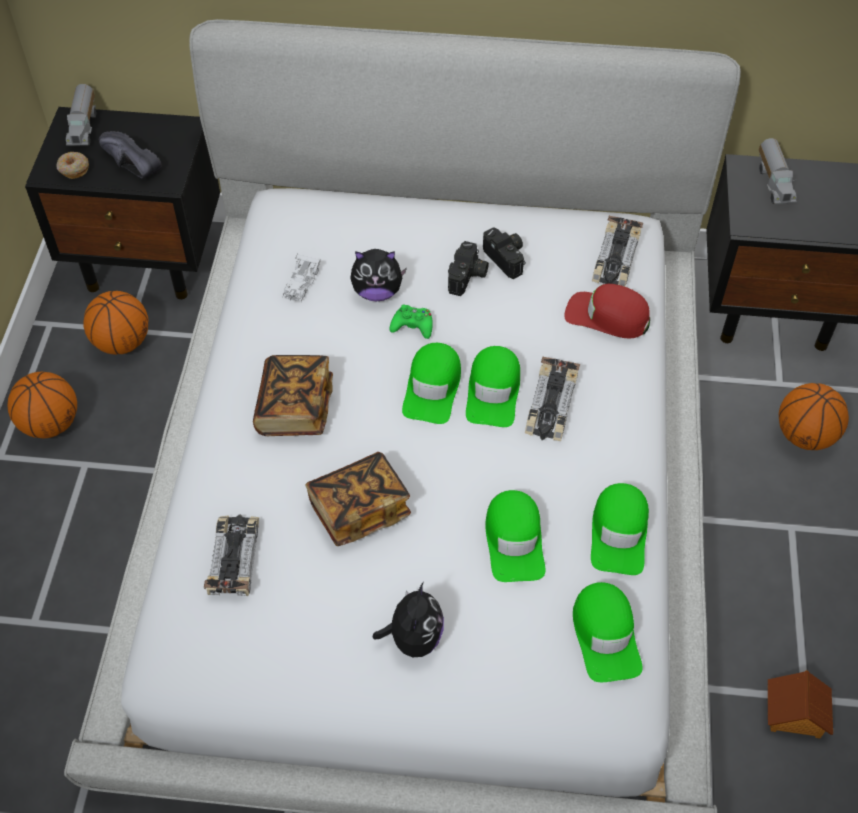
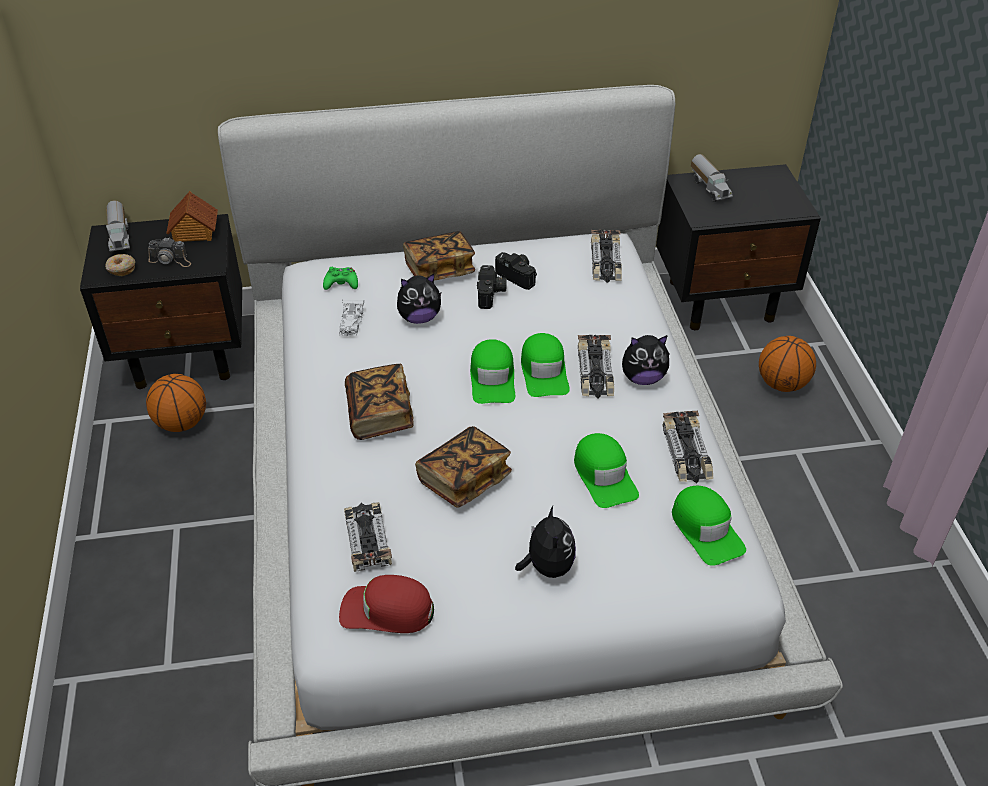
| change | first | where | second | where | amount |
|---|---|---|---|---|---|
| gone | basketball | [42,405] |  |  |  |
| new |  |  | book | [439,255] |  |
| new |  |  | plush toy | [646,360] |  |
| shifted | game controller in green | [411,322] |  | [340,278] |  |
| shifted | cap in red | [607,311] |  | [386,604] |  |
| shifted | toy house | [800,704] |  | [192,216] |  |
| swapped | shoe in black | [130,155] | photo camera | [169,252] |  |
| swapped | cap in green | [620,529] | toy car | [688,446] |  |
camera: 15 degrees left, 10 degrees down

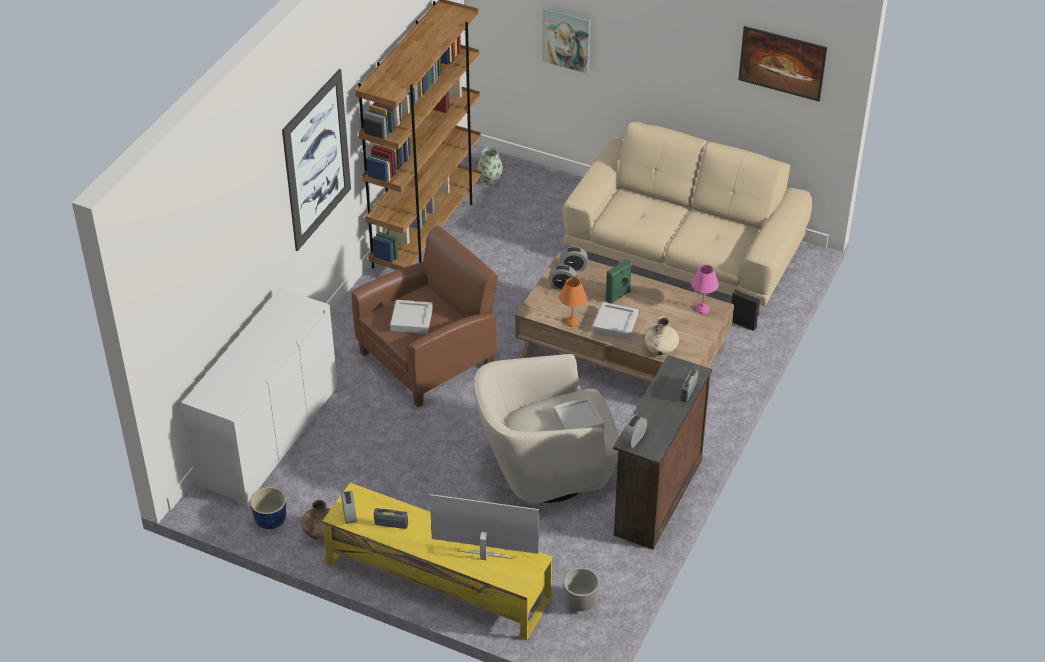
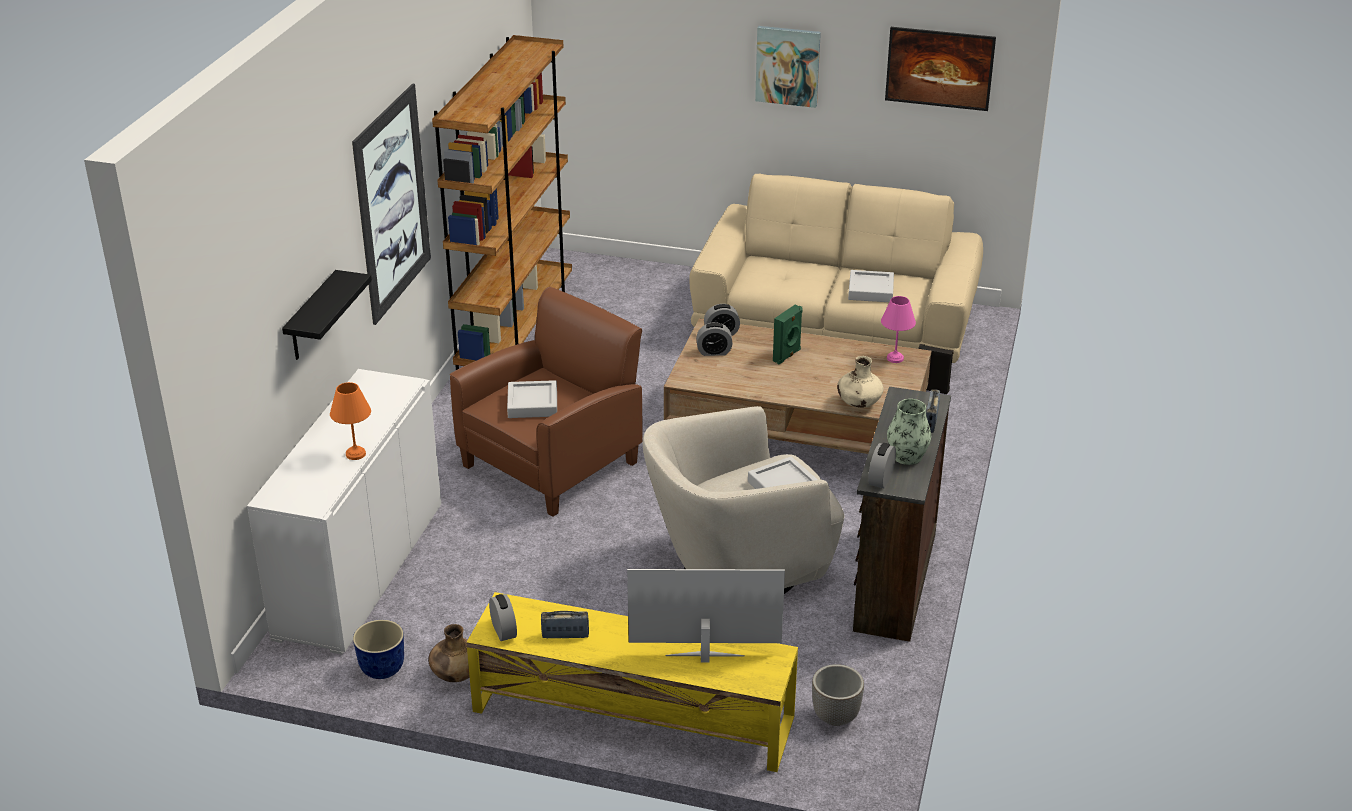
| change | first | where | second | where | amount |
|---|---|---|---|---|---|
| new |  |  | shelf in black | [327,315] |  |
| shifted | vase | [490,166] |  | [909,432] |  |
| shifted | picture | [566,40] |  | [788,67] |  |
| shifted | table lamp in orange | [573,302] |  | [350,421] |  |
| shifted | tray in grey | [615,321] |  | [871,286] |  |
camera: 10 degrees left, 10 degrees down

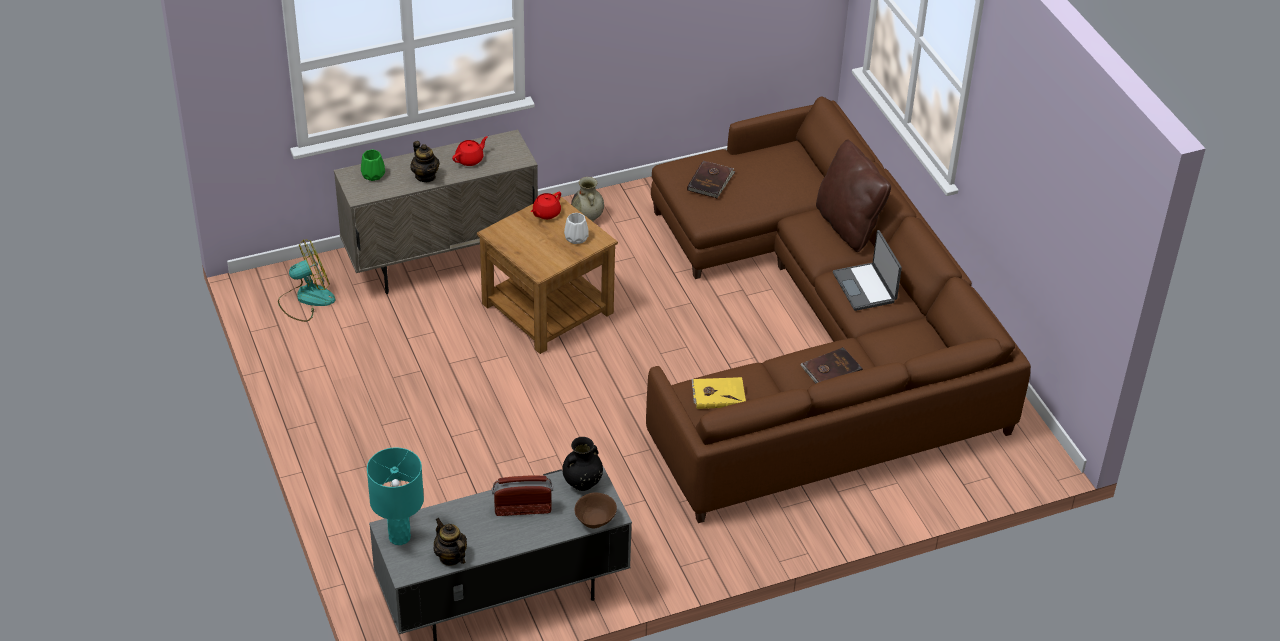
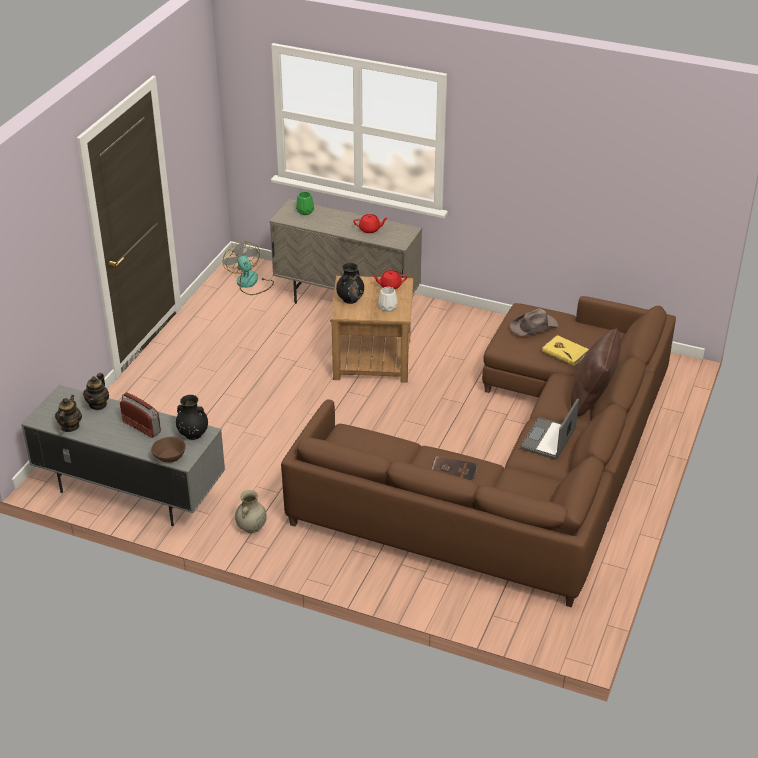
| change | first | where | second | where | amount |
|---|---|---|---|---|---|
| gone | table lamp in turquoise | [395,496] |  |  |  |
| new |  |  | vase in black | [350,283] |  |
| shifted | teapot | [424,161] |  | [96,391] |  |
| shifted | vase in beige | [587,199] |  | [251,511] |  |
| shifted | book in yellow | [719,393] |  | [565,350] |  |
| swapped | book in brown | [711,179] | hat in brown | [534,322] |  |
| rotated | fan | [307,280] |  | [248,268] | 135 degrees counterclockwise |
camera: 45 degrees right, 5 degrees down

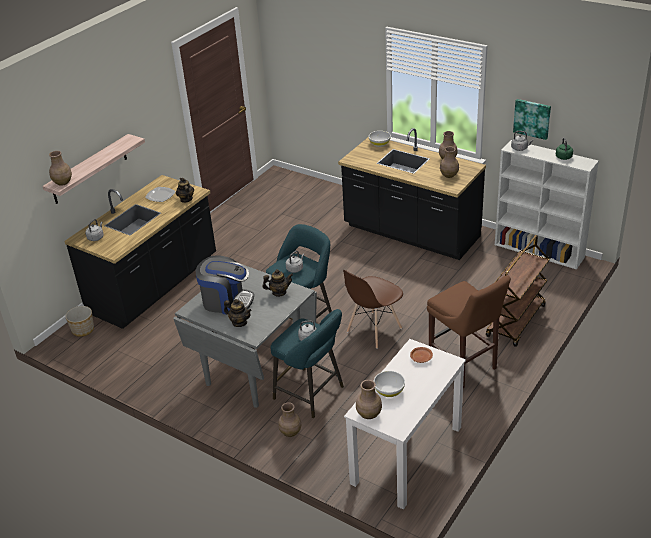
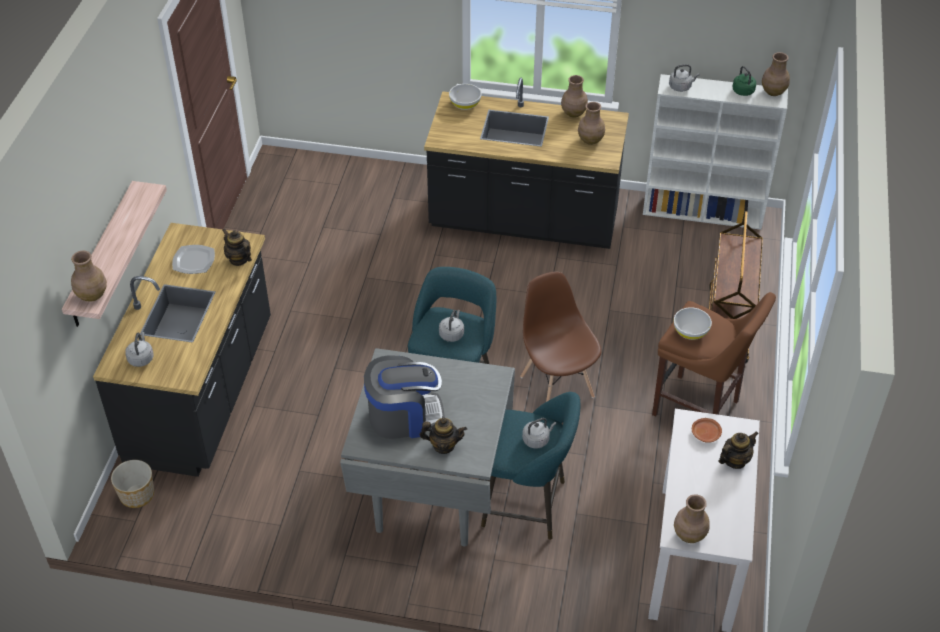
| change | first | where | second | where | amount |
|---|---|---|---|---|---|
| gone | picture | [532,119] |  |  |  |
| shifted | teapot | [277,283] |  | [739,450] |  |
| shifted | vase in brown | [289,419] |  | [776,74] |  |
| shifted | bowl in white | [389,384] |  | [693,323] |  |
| rotated | chair in brown | [373,309] |  | [560,337] | 135 degrees clockwise |
camera: 25 degrees left, 10 degrees up

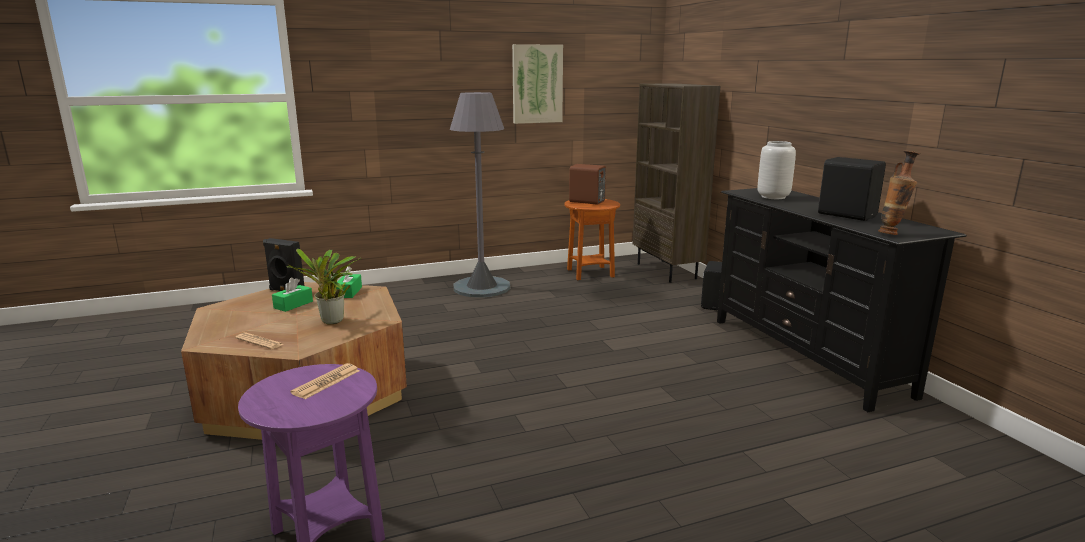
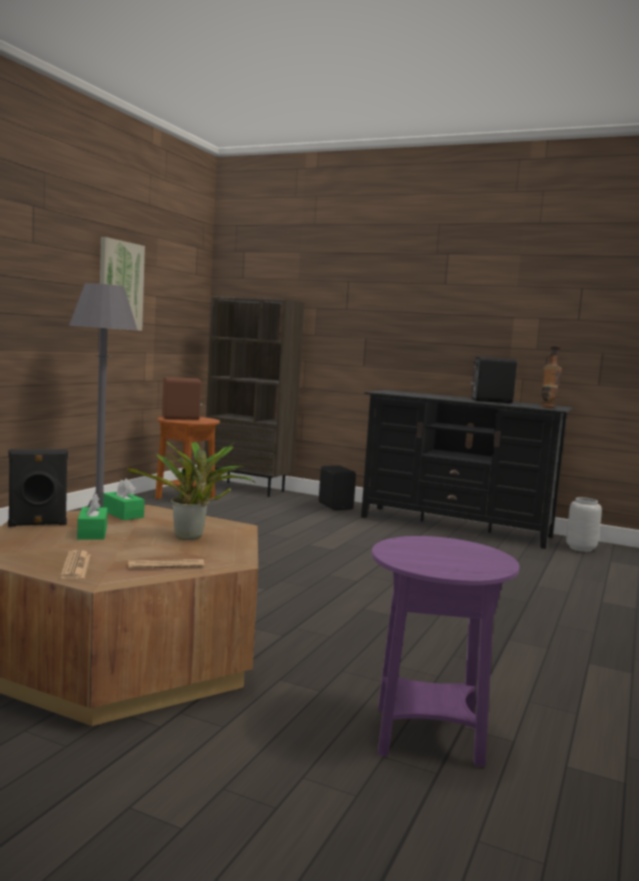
| change | first | where | second | where | amount |
|---|---|---|---|---|---|
| shifted | newspaper | [325,381] |  | [75,564] |  |
| shifted | vase in grey | [777,170] |  | [584,524] |  |
camera: 45 degrees left, 10 degrees down

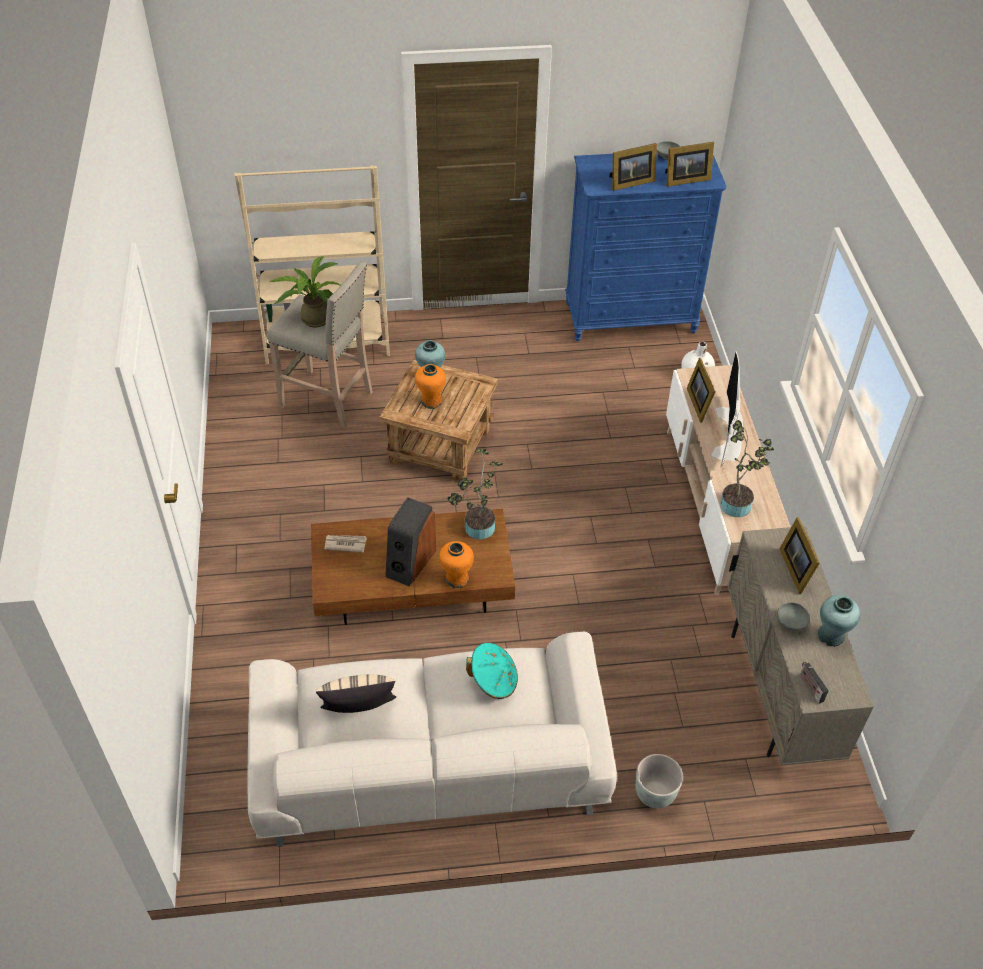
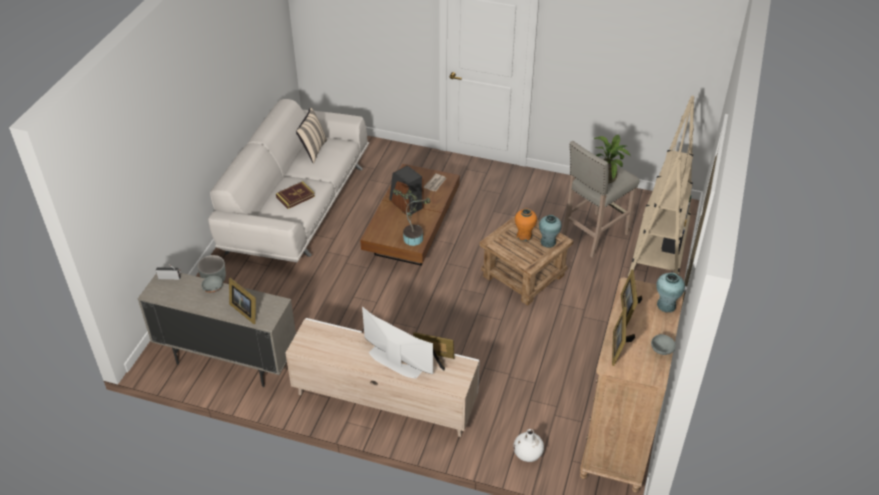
| change | first | where | second | where | amount |
|---|---|---|---|---|---|
| gone | vase in orange | [456,564] |  |  |  |
| gone | potted plant | [747,468] |  |  |  |
| shifted | vase in turquoise | [839,621] |  | [670,292] |  |
| swapped | hat in turquoise | [492,671] | book | [295,195] |  |
| repainted | dresser in blue | [645,247] | dresser in brown | [632,385] |  |
| rotated | picture frame | [799,555] |  | [242,301] | 150 degrees counterclockwise |
camera: 115 degrees right, 5 degrees down

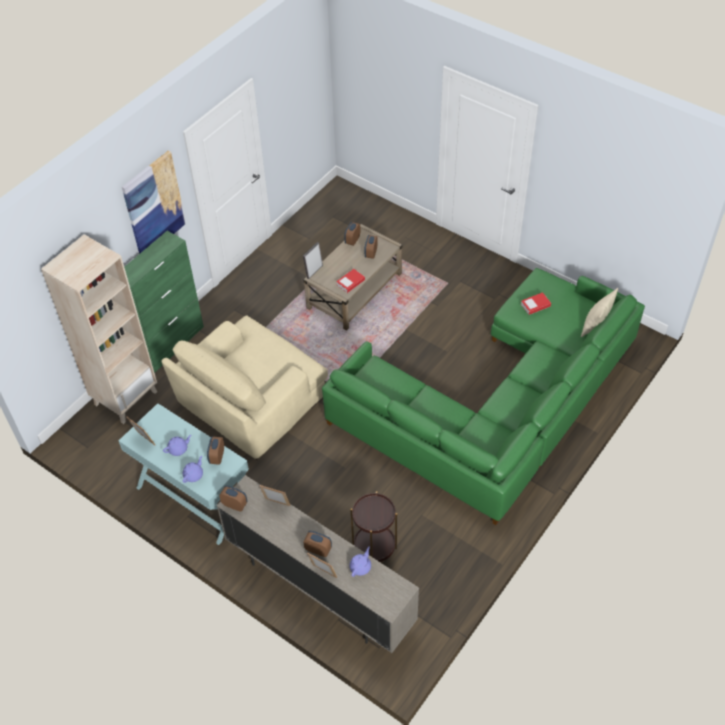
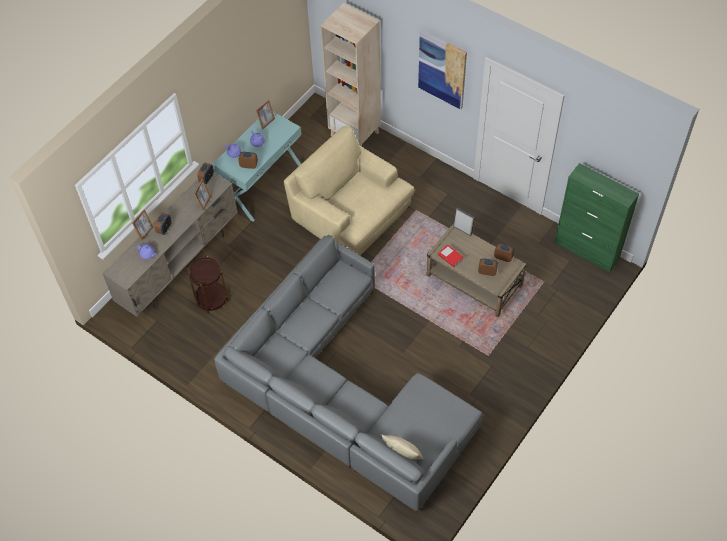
| change | first | where | second | where | amount |
|---|---|---|---|---|---|
| gone | book | [536,303] |  |  |  |
| shifted | cabinet in green | [164,302] |  | [597,218] |  |
| repainted | sofa in green | [483,396] | sofa in grey | [348,373] |  |
camera: 90 degrees right, 5 degrees up

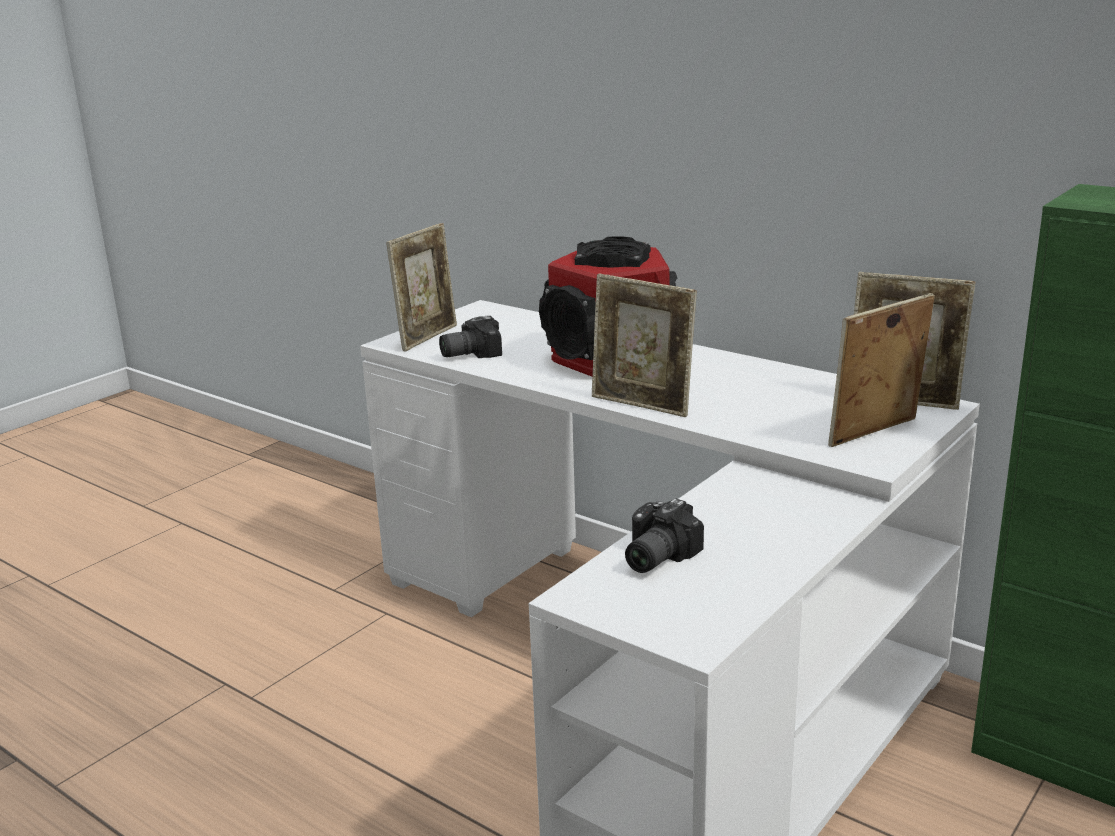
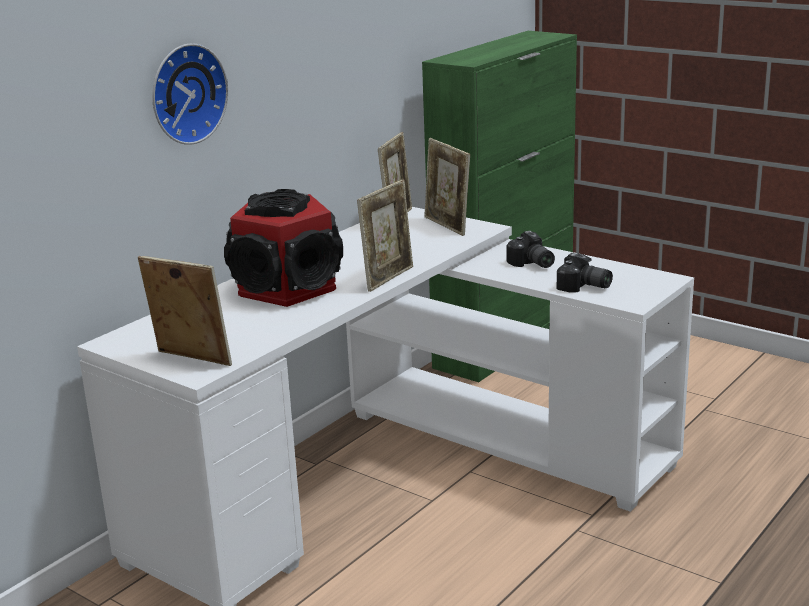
| change | first | where | second | where | amount |
|---|---|---|---|---|---|
| new |  |  | wall clock | [190,94] |  |
| shifted | photo camera | [470,336] |  | [530,249] |  |
camera: 90 degrees left, 0 degrees up

